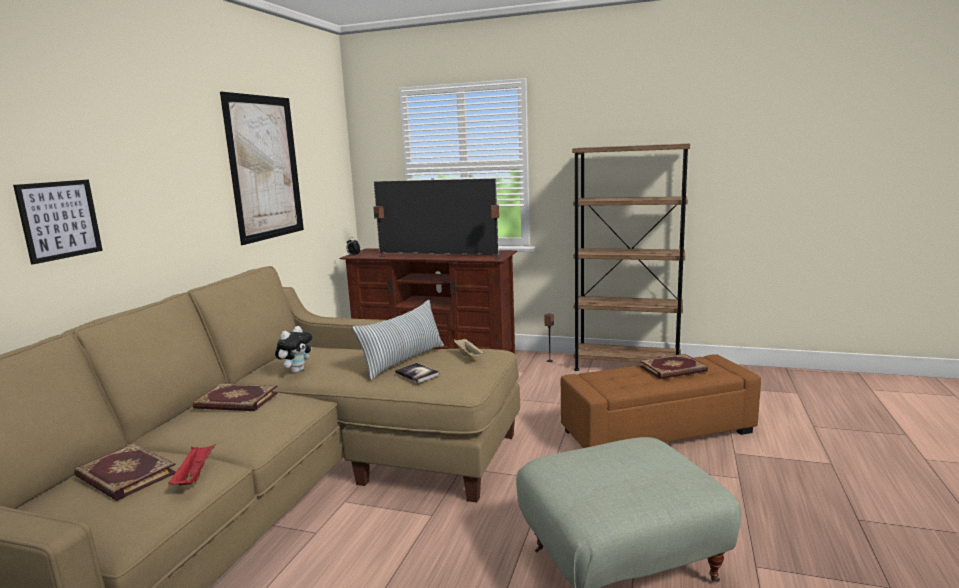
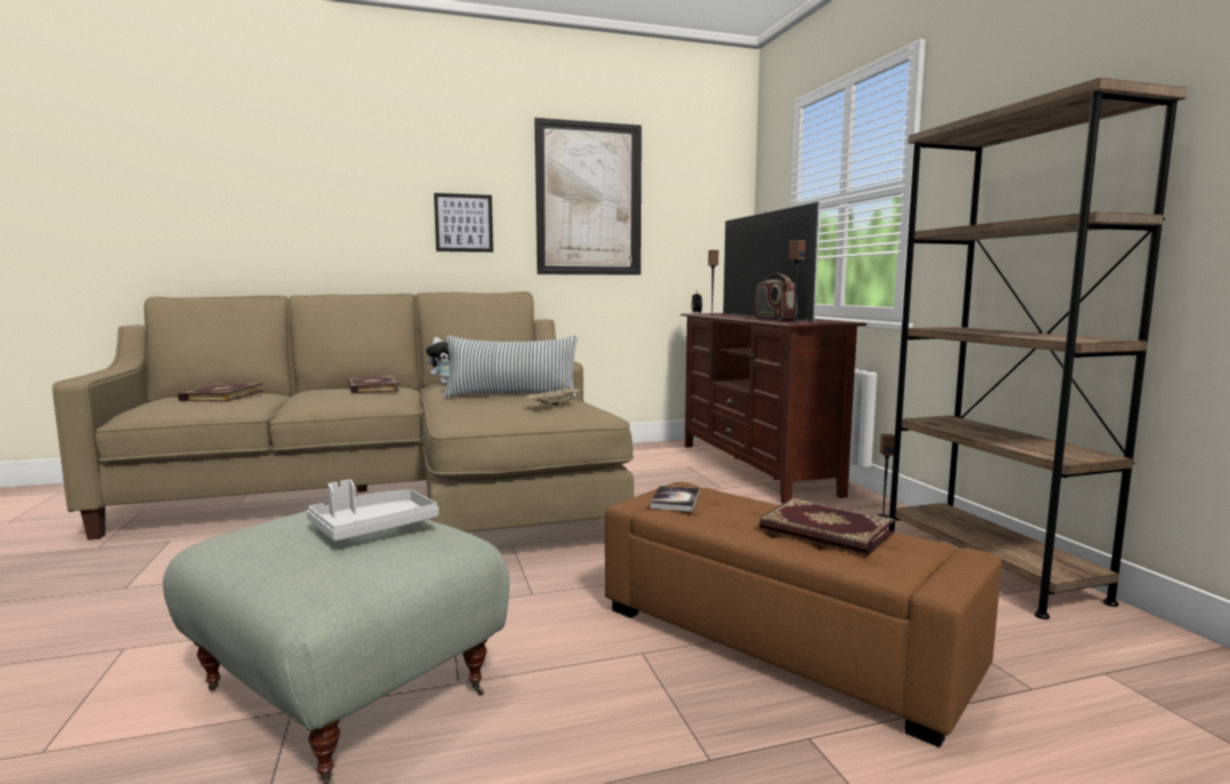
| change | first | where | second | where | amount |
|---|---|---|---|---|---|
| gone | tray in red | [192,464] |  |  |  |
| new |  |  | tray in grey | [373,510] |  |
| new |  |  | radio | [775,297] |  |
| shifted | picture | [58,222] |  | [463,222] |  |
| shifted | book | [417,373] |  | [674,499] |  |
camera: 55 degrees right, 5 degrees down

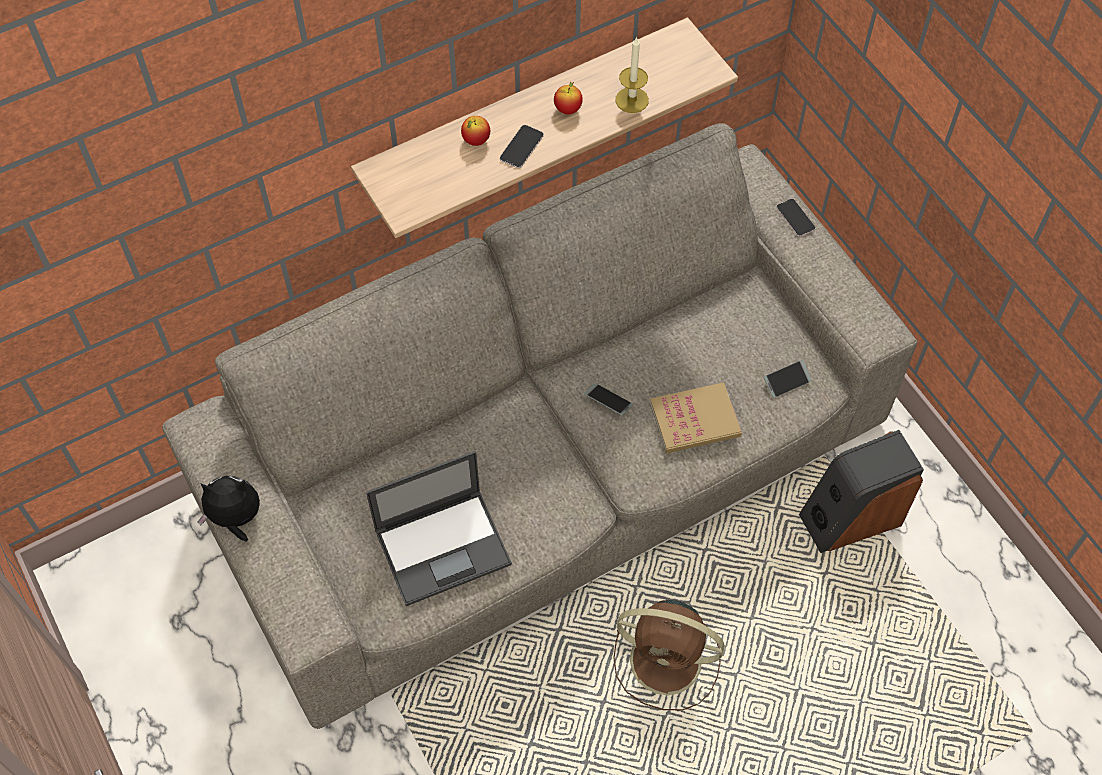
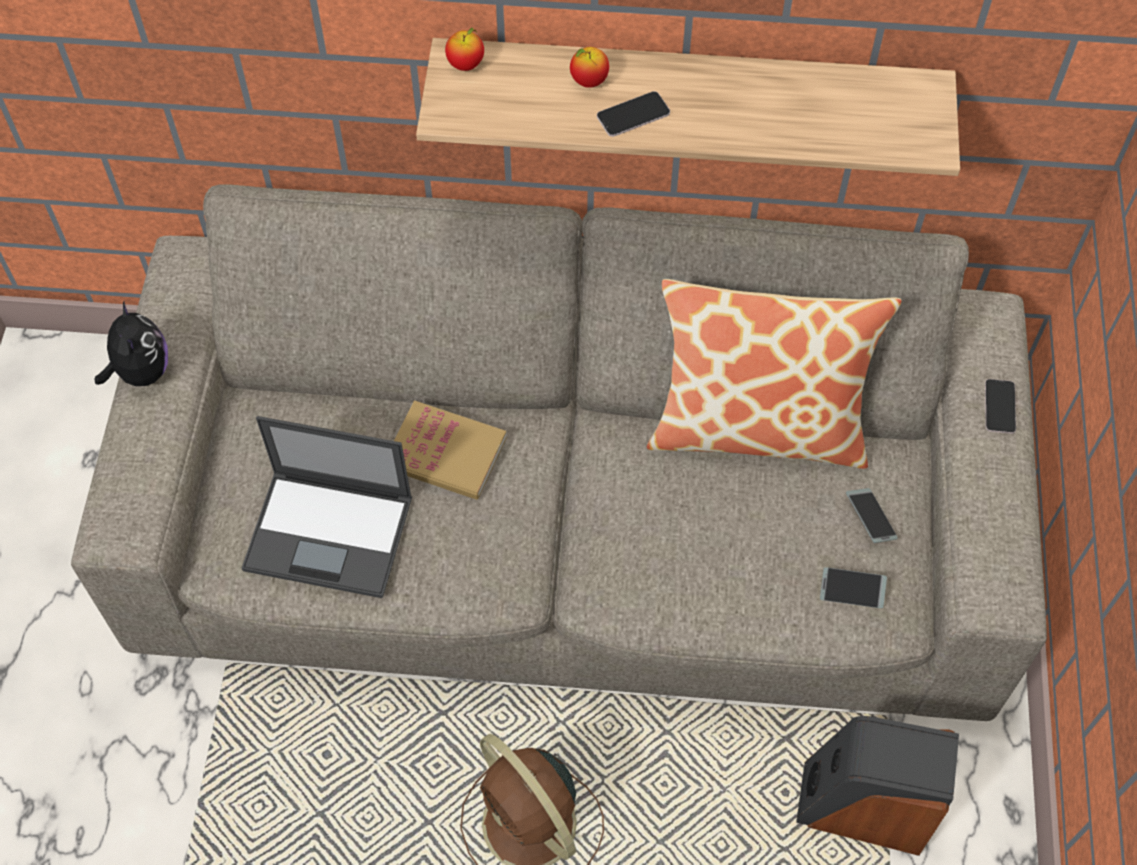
| change | first | where | second | where | amount |
|---|---|---|---|---|---|
| gone | candle | [632,74] |  |  |  |
| new |  |  | pillow | [774,374] |  |
| shifted | apple | [568,98] |  | [464,49] |  |
| shifted | phone | [608,399] |  | [872,515] |  |
| shifted | book | [696,417] |  | [450,450] |  |
| rotated | plush toy | [229,509] |  | [131,343] | 45 degrees clockwise |
camera: 35 degrees right, 0 degrees up

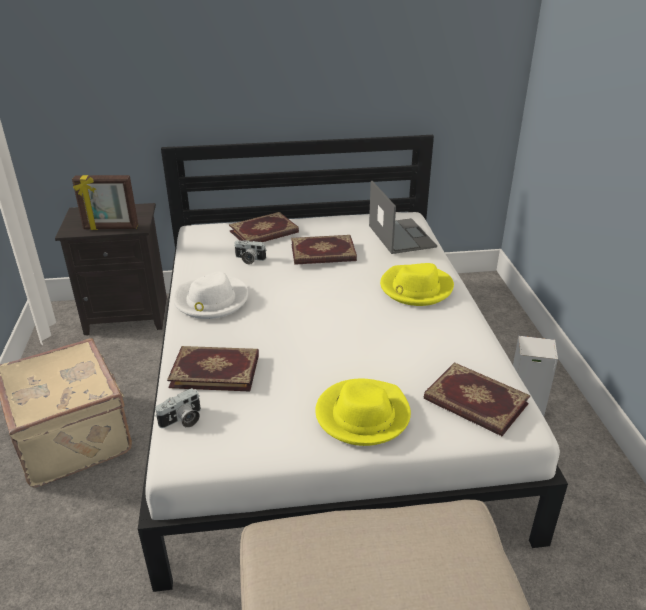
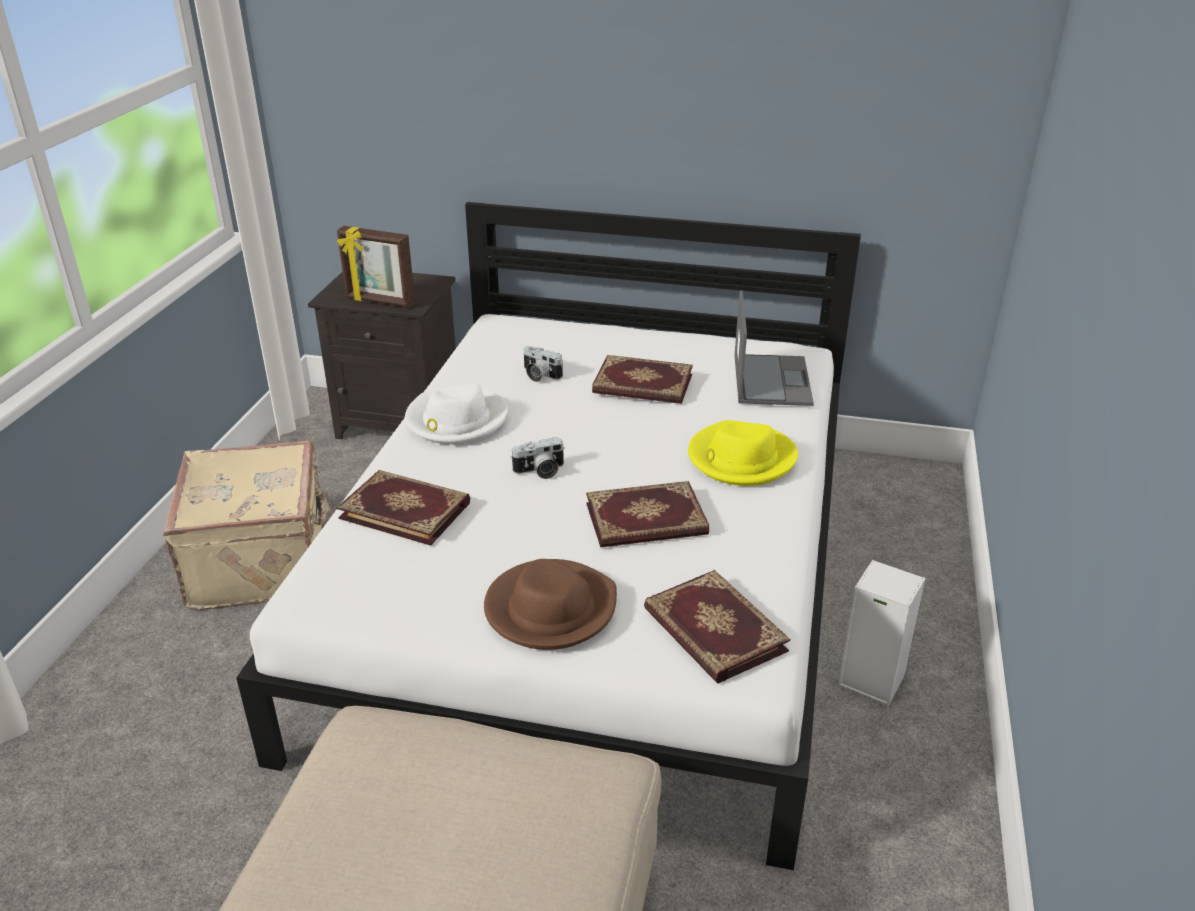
| change | first | where | second | where | amount |
|---|---|---|---|---|---|
| shifted | photo camera | [178,408] |  | [537,458] |  |
| shifted | book | [264,227] |  | [647,514] |  |
| repainted | hat in yellow | [363,412] | hat in brown | [550,604] |  |
camera: 20 degrees right, 0 degrees up

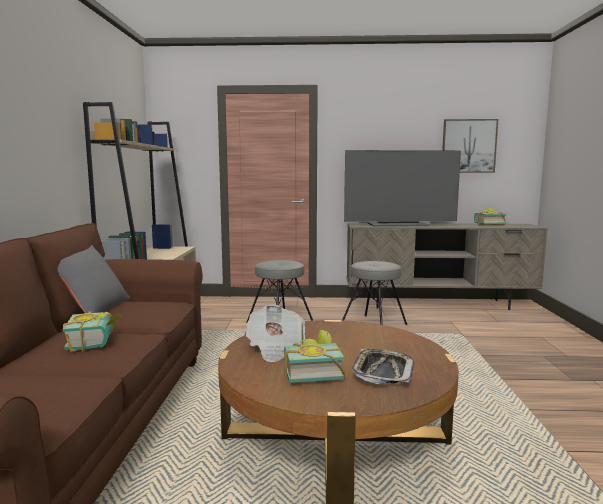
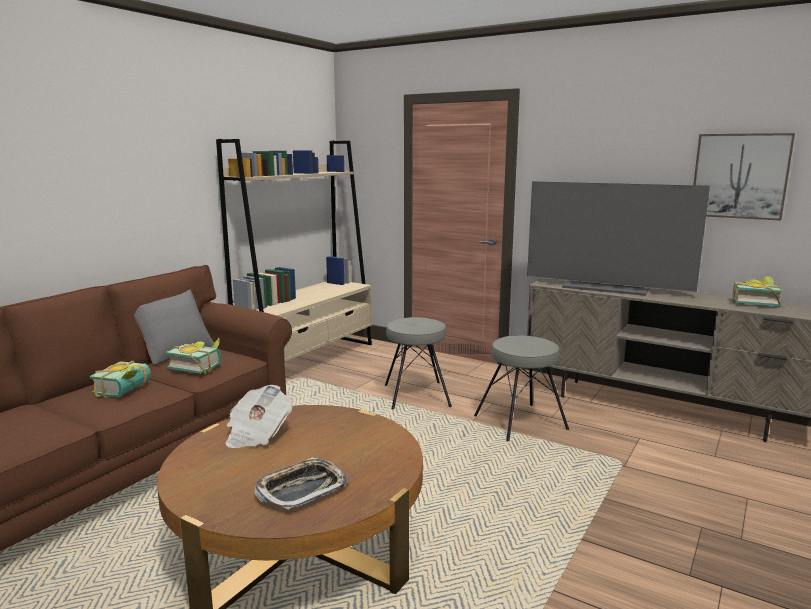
| change | first | where | second | where | amount |
|---|---|---|---|---|---|
| shifted | book | [314,356] |  | [193,356] |  |
camera: 30 degrees right, 5 degrees up

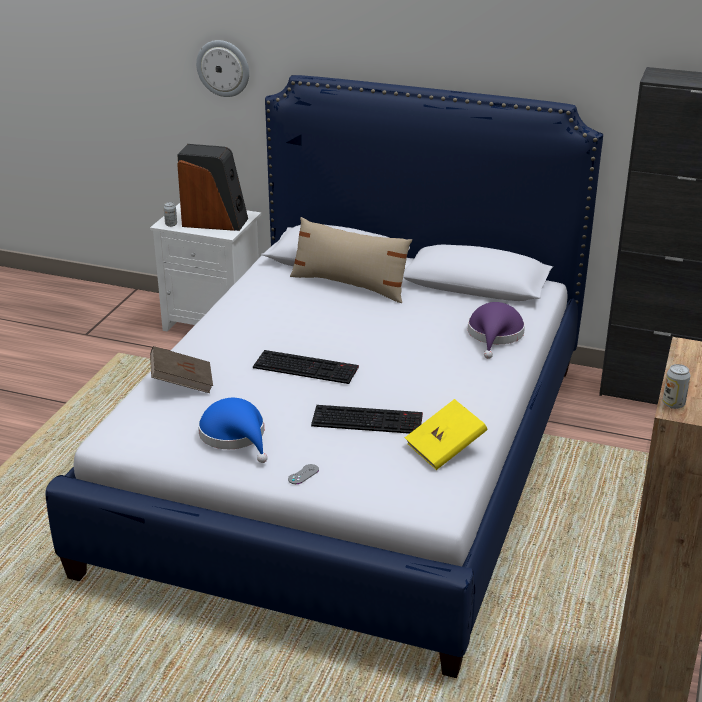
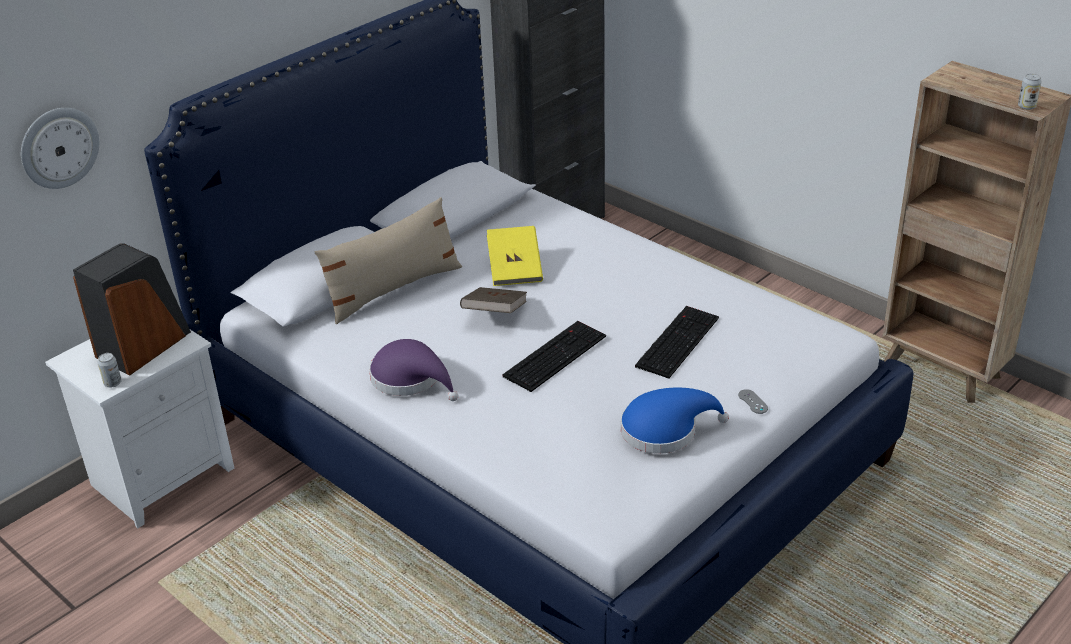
| change | first | where | second | where | amount |
|---|---|---|---|---|---|
| shifted | book in brown | [181,369] |  | [493,300] |  |
| shifted | book in yellow | [446,434] |  | [515,256] |  |
| shifted | hat in purple | [496,330] |  | [413,370] |  |
camera: 65 degrees left, 5 degrees up

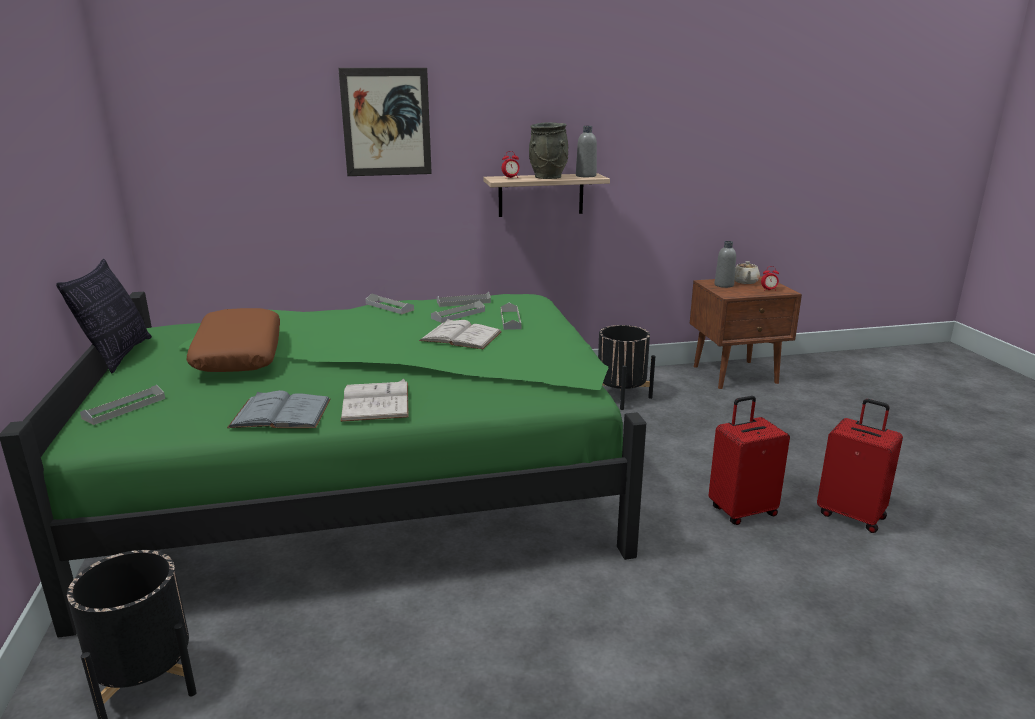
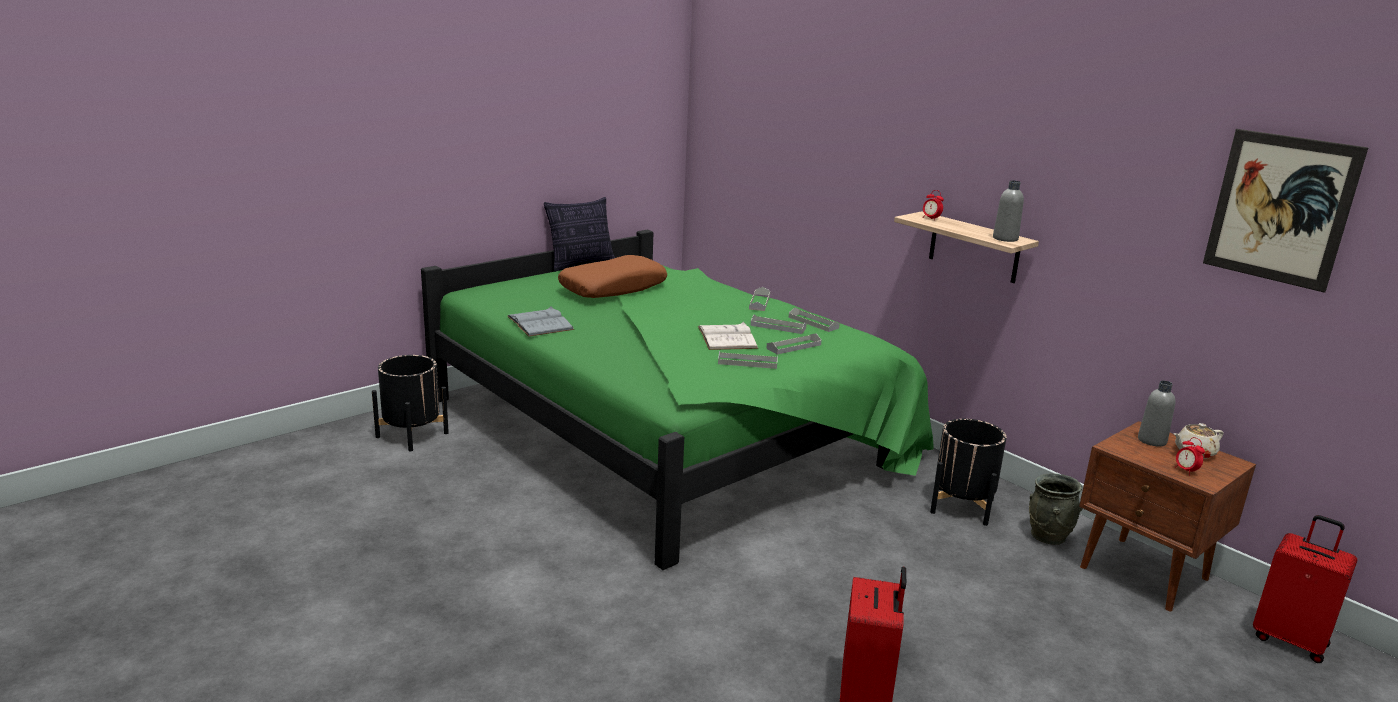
| change | first | where | second | where | amount |
|---|---|---|---|---|---|
| gone | book in white | [374,400] |  |  |  |
| shifted | tray in grey | [122,405] |  | [748,360] |  |
| shifted | picture | [385,122] |  | [1285,211] |  |
| shifted | vase in grey | [548,150] |  | [1056,509] |  |
| shifted | suitcase in red | [749,460] |  | [1305,589] |  |
camera: 60 degrees right, 0 degrees up

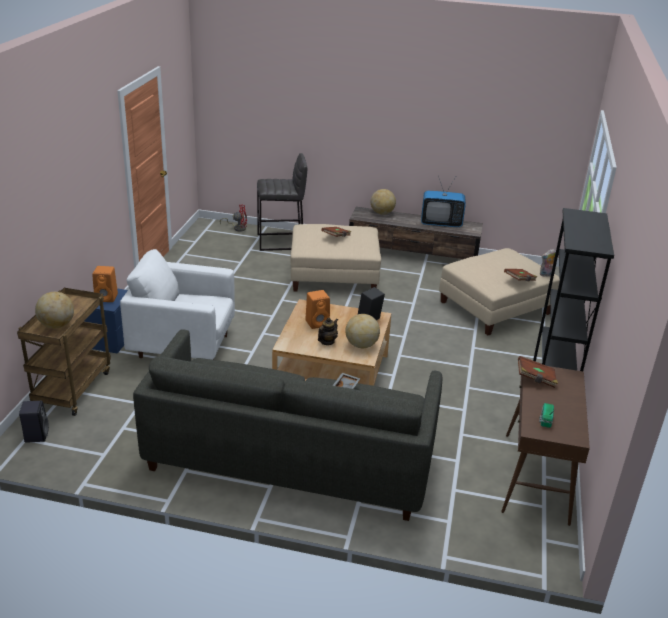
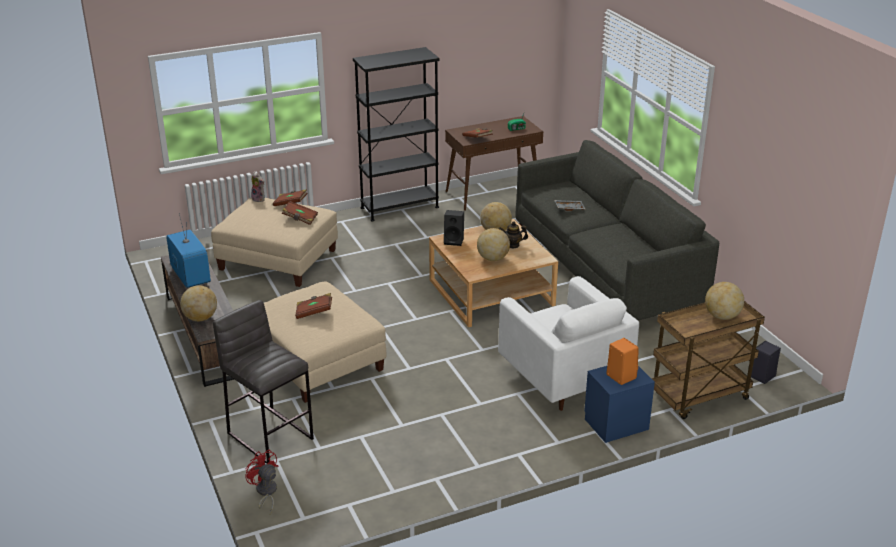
| change | first | where | second | where | amount |
|---|---|---|---|---|---|
| new |  |  | book in brown | [300,213] |  |
| swapped | speaker in orange | [317,309] | globe | [493,244] |  |
camera: 125 degrees left, 0 degrees up

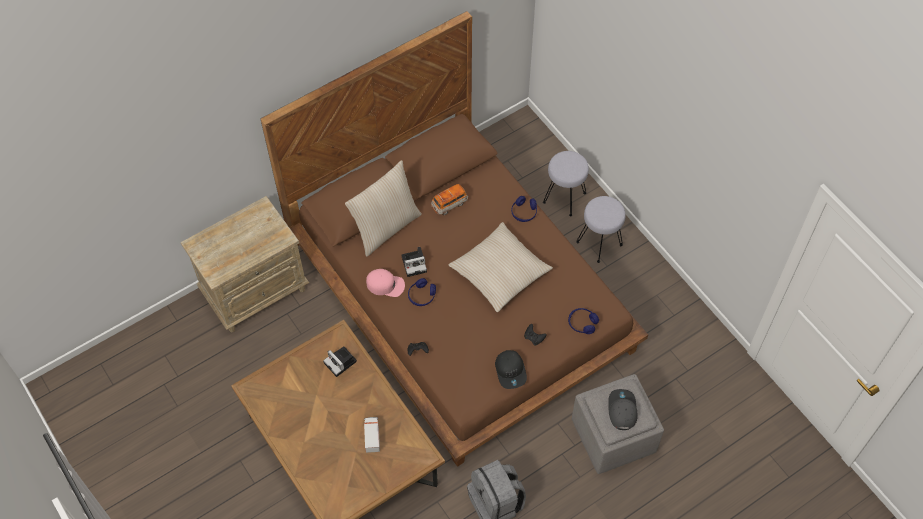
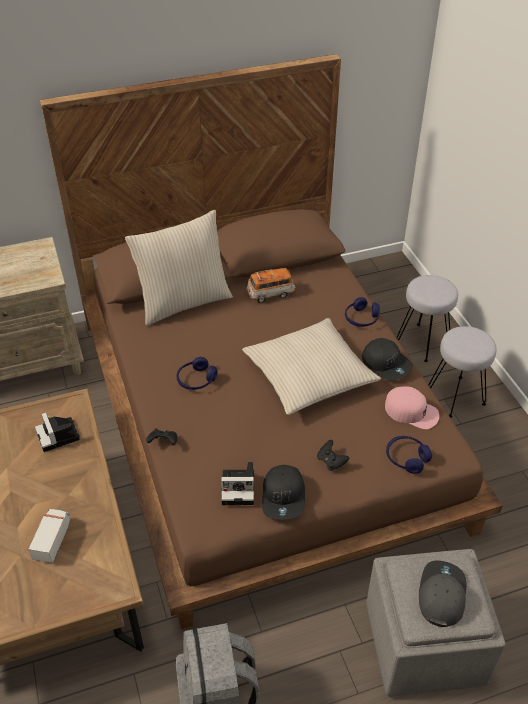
| change | first | where | second | where | amount |
|---|---|---|---|---|---|
| new |  |  | cap in black | [387,359] |  |
| shifted | cap in pink | [385,283] |  | [412,407] |  |
| shifted | photo camera | [414,262] |  | [237,483] |  |
camera: 15 degrees right, 15 degrees down

